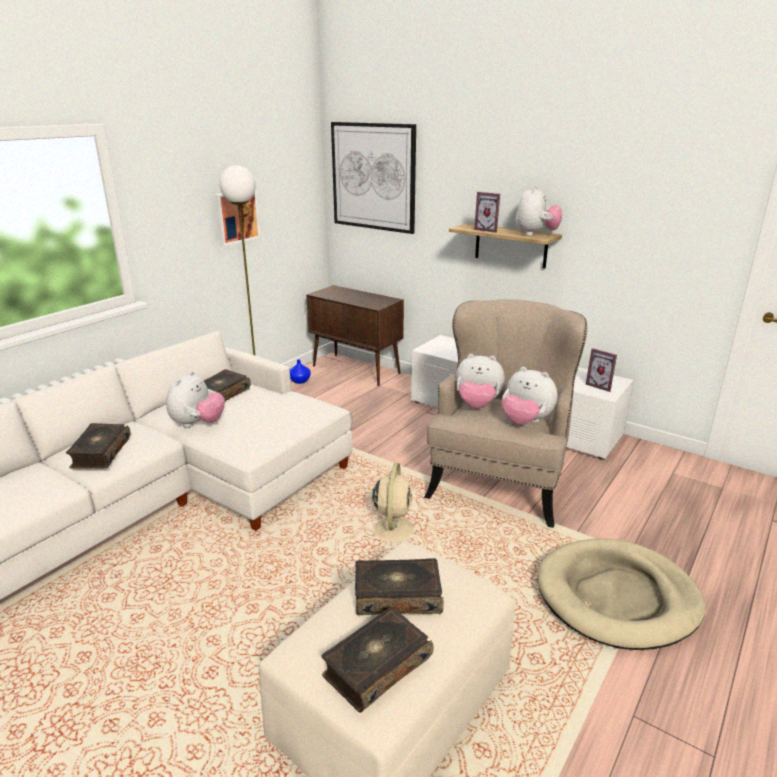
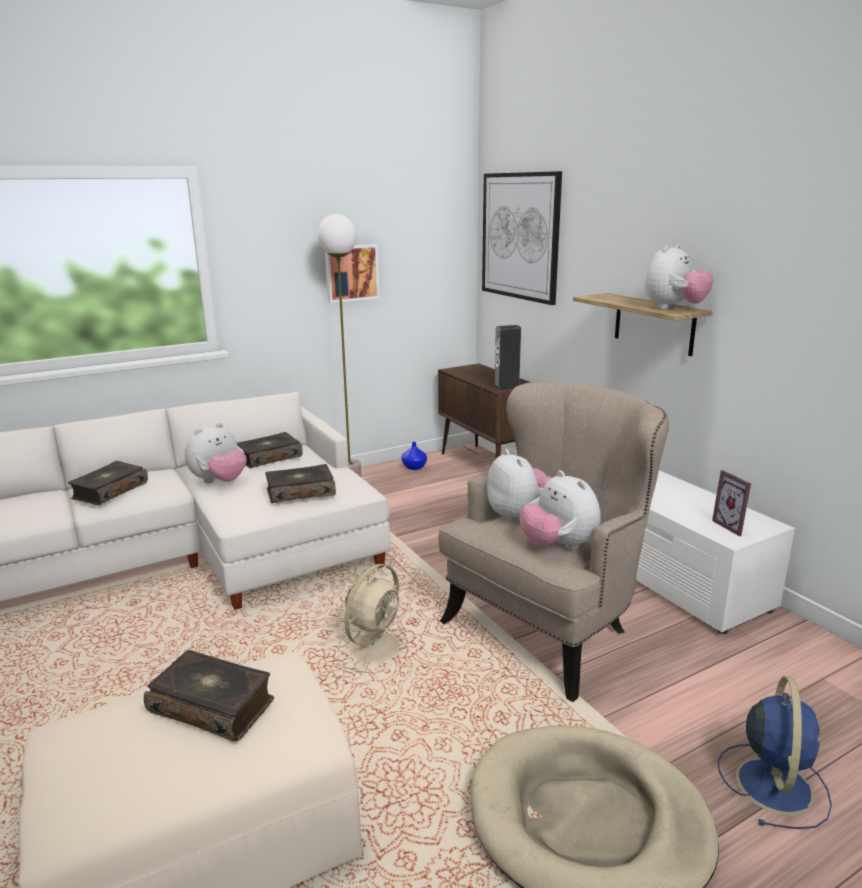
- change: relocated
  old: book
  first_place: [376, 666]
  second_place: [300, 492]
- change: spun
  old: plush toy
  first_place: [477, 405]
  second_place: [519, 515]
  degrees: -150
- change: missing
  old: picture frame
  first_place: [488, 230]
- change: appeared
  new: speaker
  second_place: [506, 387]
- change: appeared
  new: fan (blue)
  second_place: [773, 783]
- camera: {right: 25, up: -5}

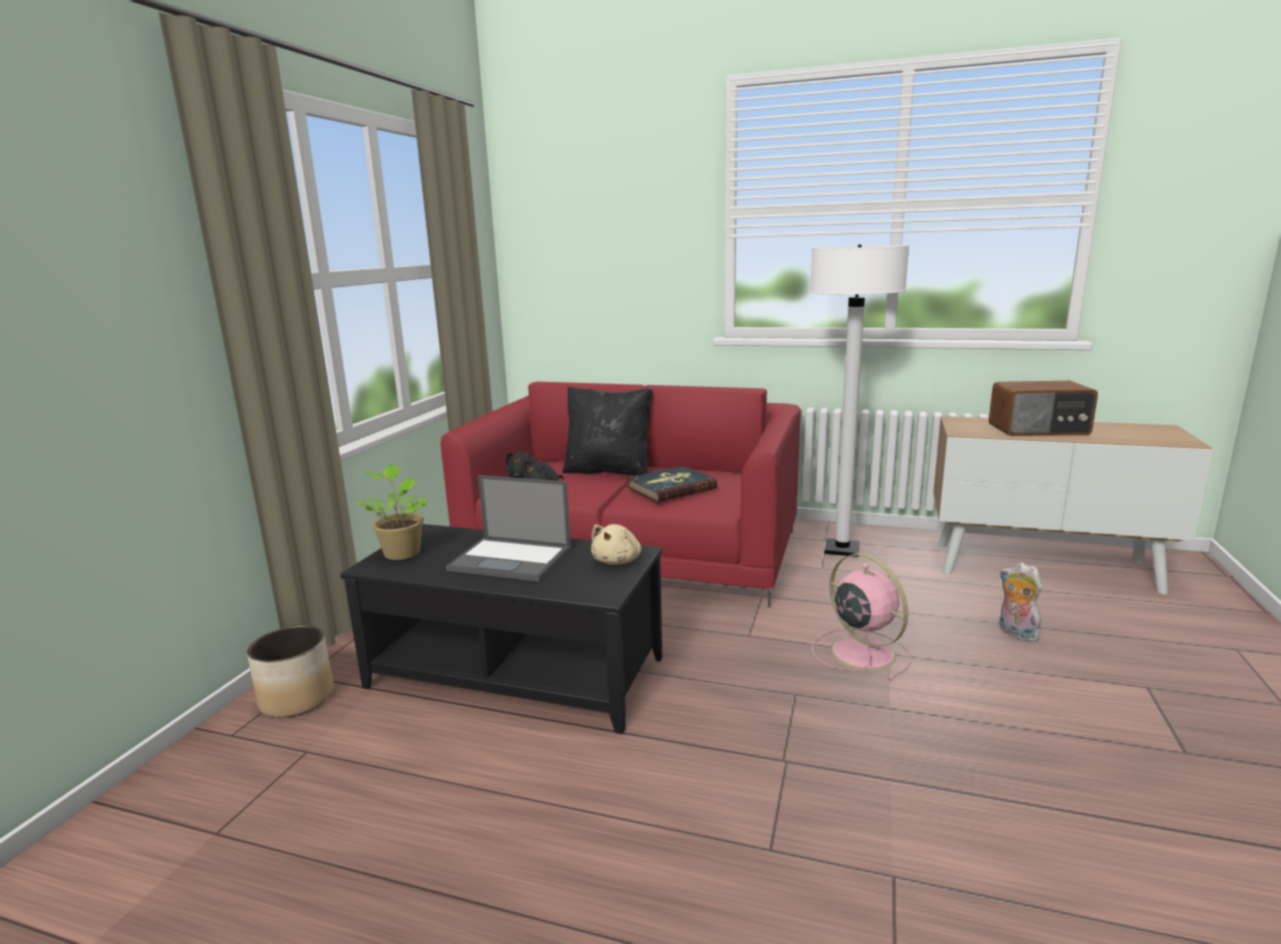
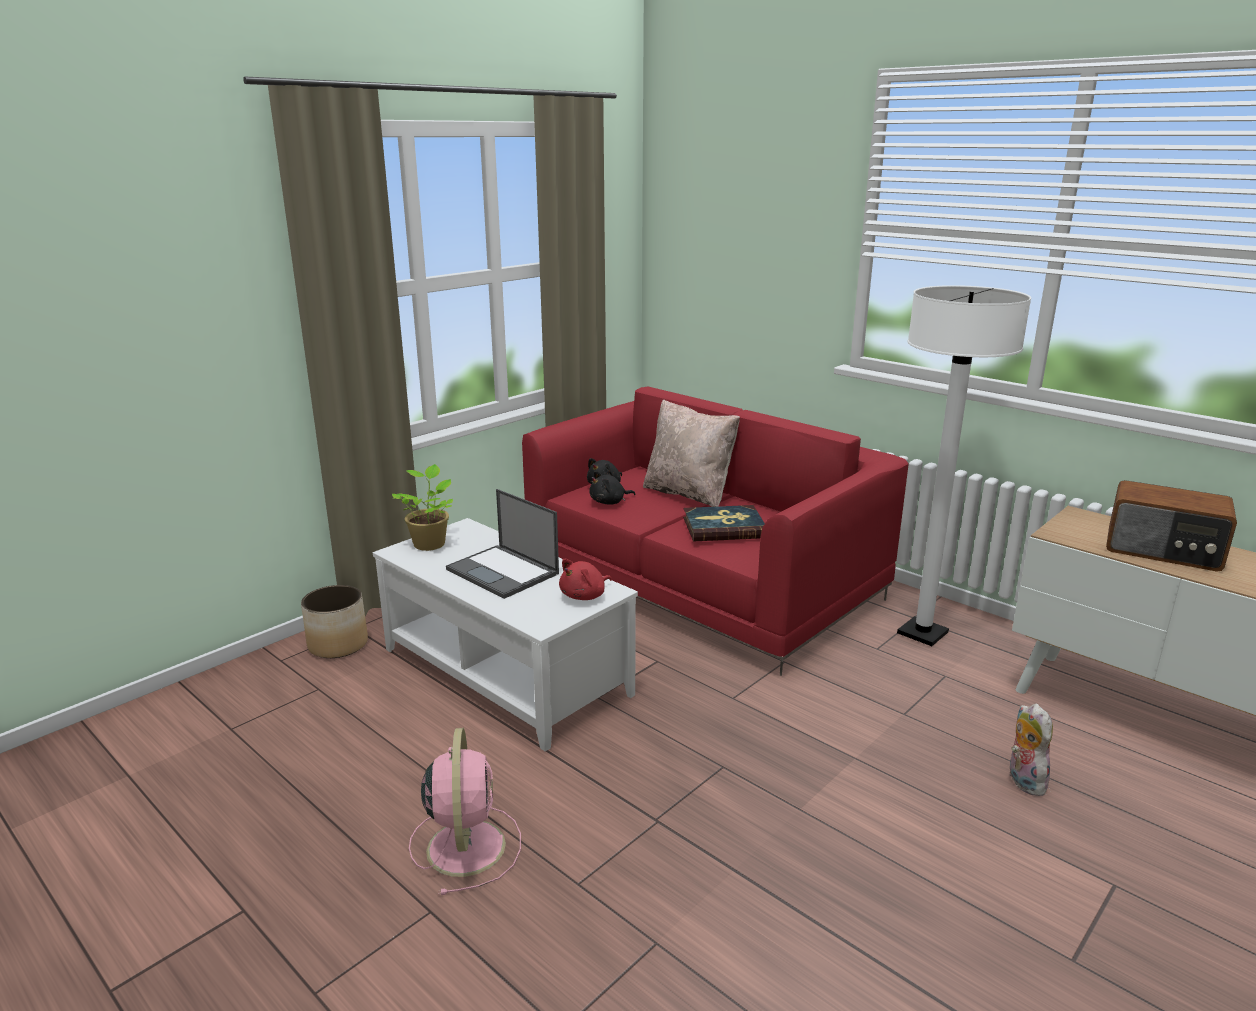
- change: colour
  old: coffee table (black)
  new: coffee table (white)
  first_place: [517, 671]
  second_place: [507, 670]
- change: colour
  old: pillow (black)
  new: pillow (beige)
  first_place: [609, 471]
  second_place: [689, 494]
- change: colour
  old: plush toy (beige)
  new: plush toy (red)
  first_place: [617, 561]
  second_place: [585, 596]
- change: relocated
  old: fan (pink)
  first_place: [860, 652]
  second_place: [466, 845]
- camera: {right: 25, up: 5}

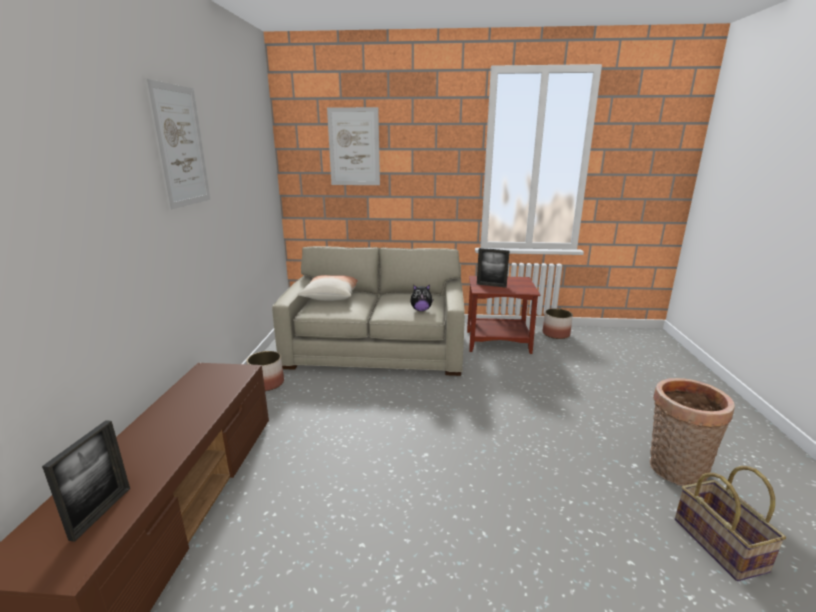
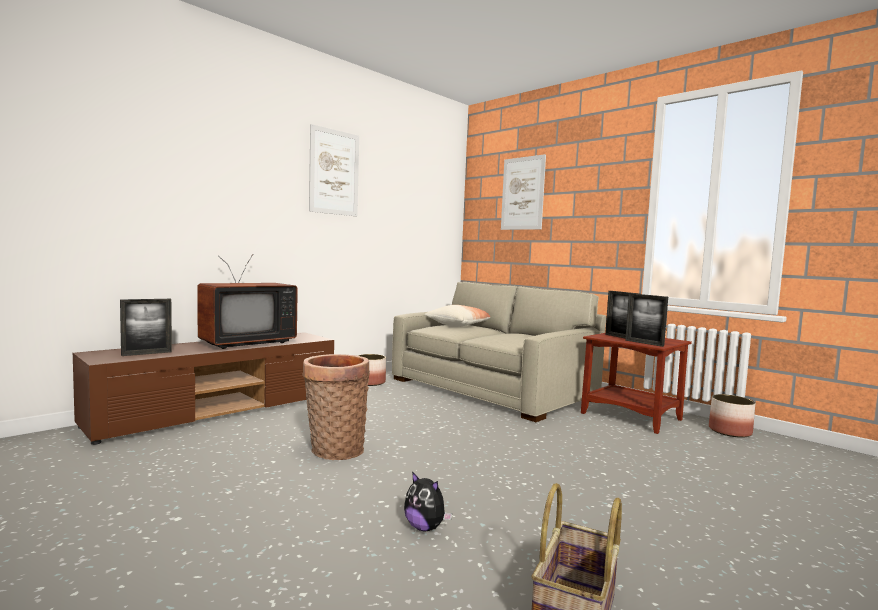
- change: relocated
  old: plush toy
  first_place: [421, 310]
  second_place: [425, 527]
- change: relocated
  old: basket
  first_place: [674, 471]
  second_place: [334, 450]
- change: appeared
  new: television
  second_place: [244, 342]
- change: appeared
  new: picture frame
  second_place: [644, 343]
- camera: {right: 40, up: -15}

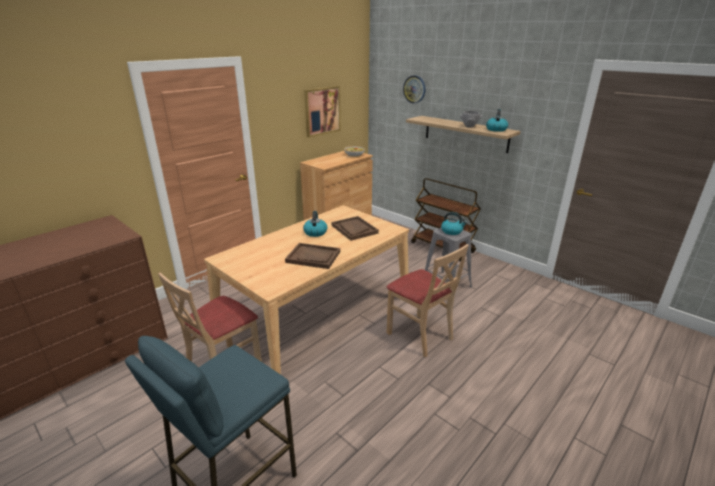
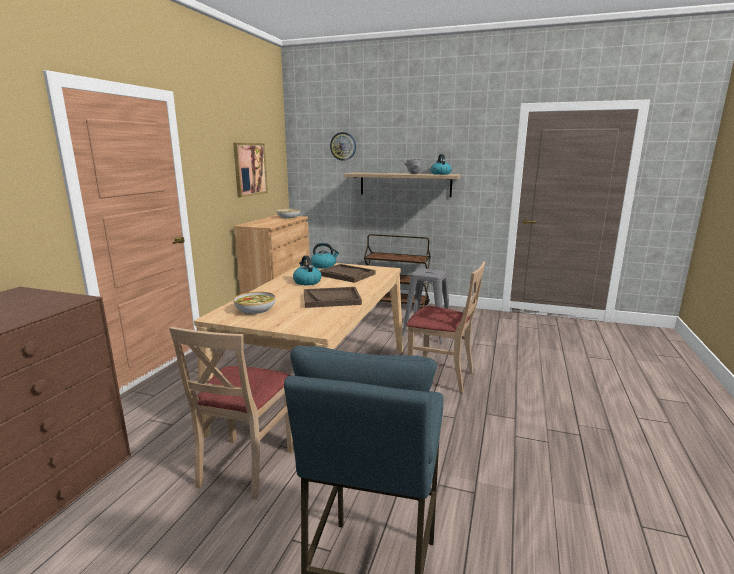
- change: relocated
  old: kettle
  first_place: [452, 231]
  second_place: [324, 266]
- change: appeared
  new: bowl
  second_place: [255, 309]
- camera: {right: -25, up: -10}

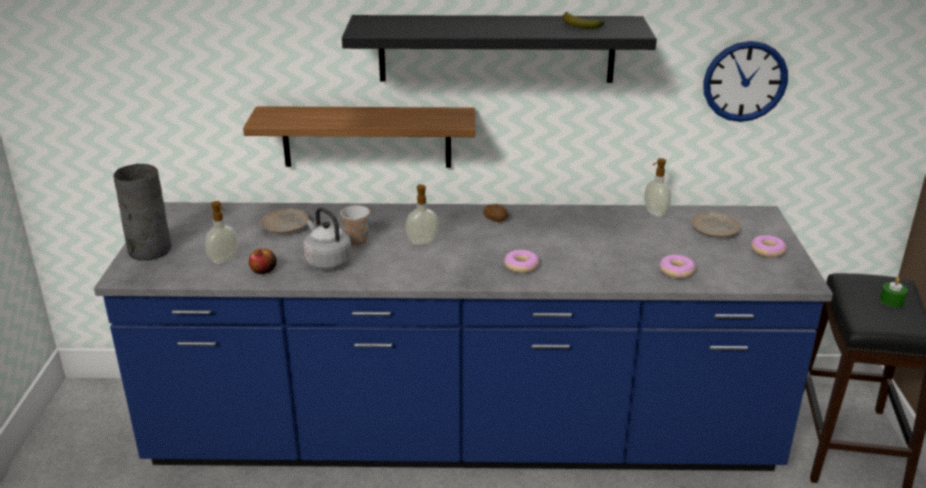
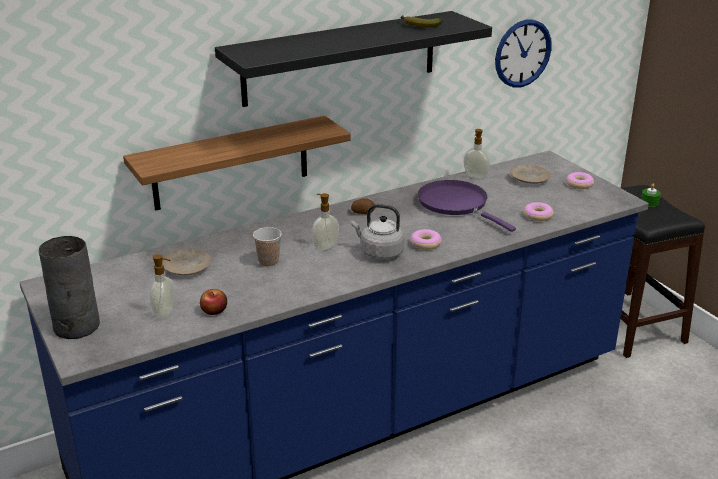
- change: relocated
  old: kettle (grey)
  first_place: [327, 261]
  second_place: [379, 253]
- change: appeared
  new: frying pan (purple)
  second_place: [456, 204]
- camera: {right: -30, up: 0}

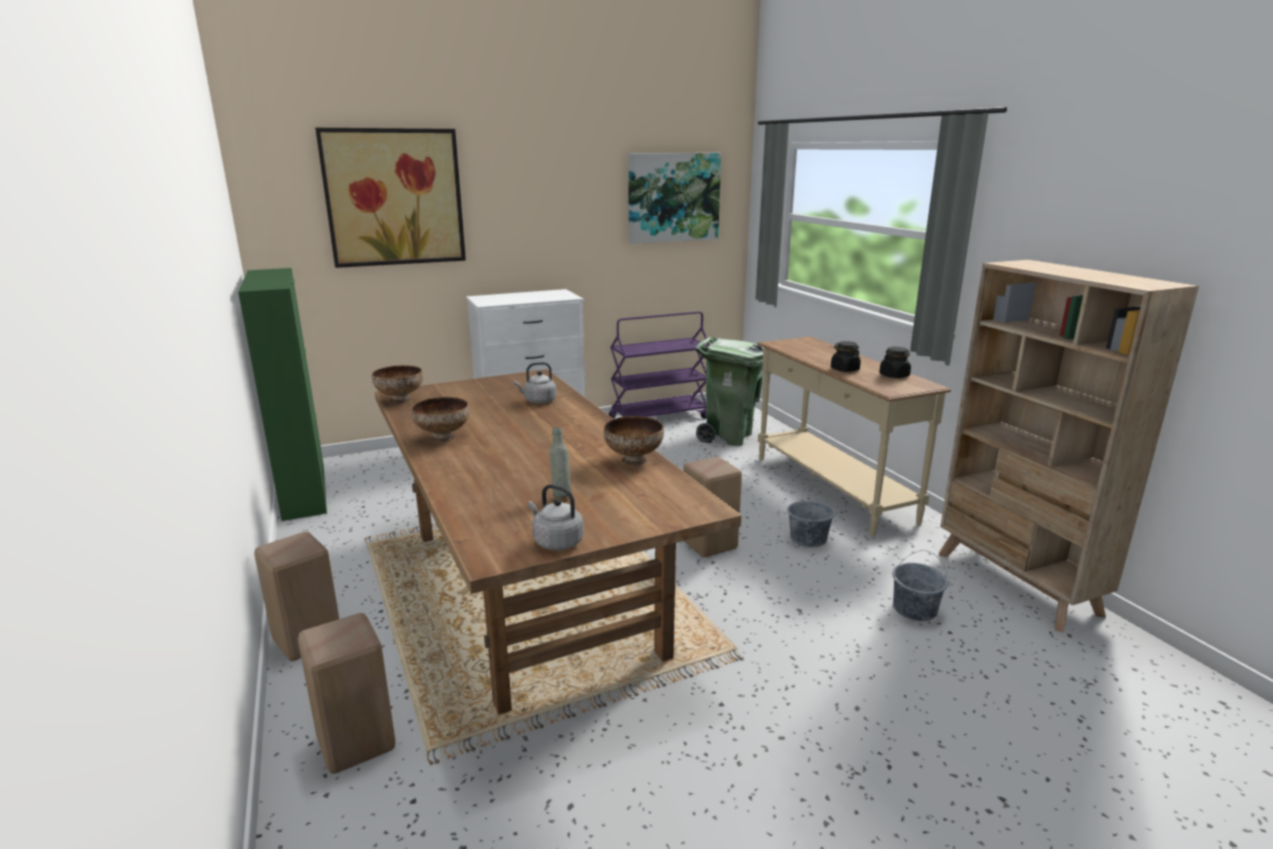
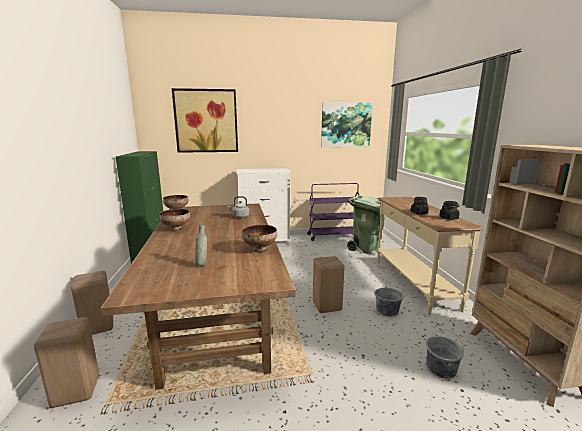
- change: missing
  old: kettle (grey)
  first_place: [556, 542]
- camera: {right: 15, up: -5}

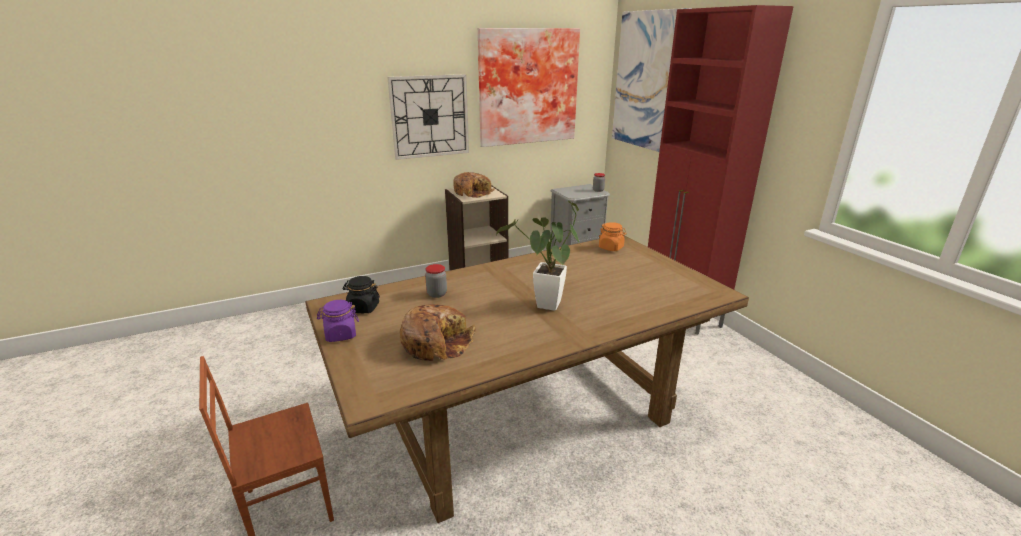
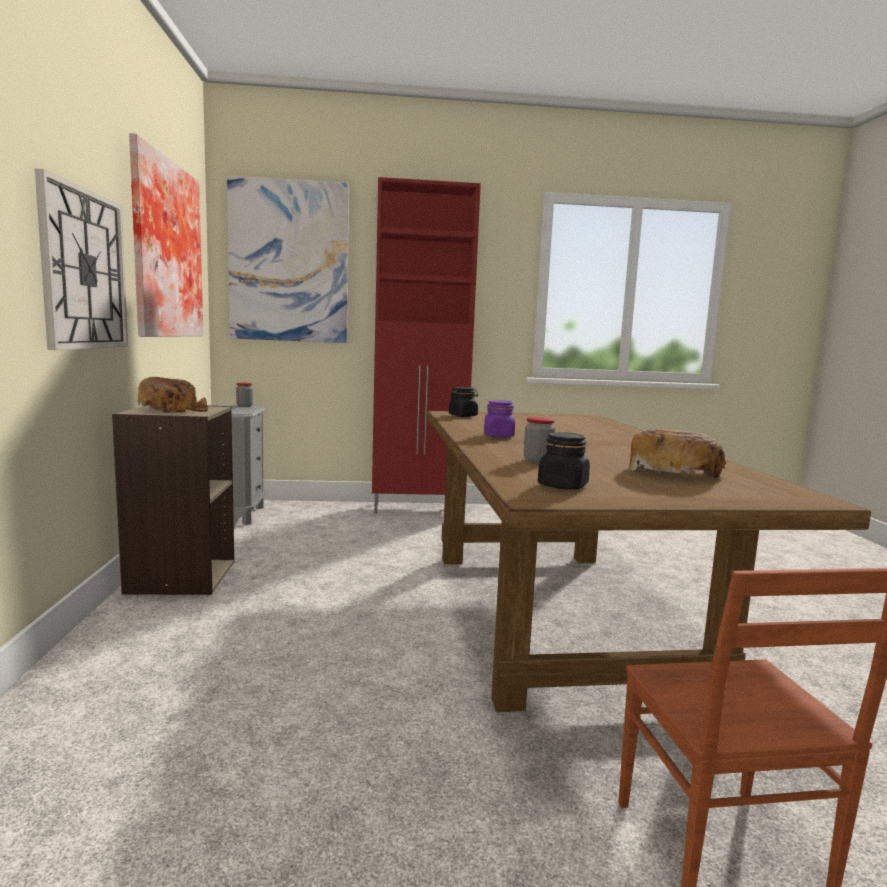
- change: relocated
  old: jar (purple)
  first_place: [340, 335]
  second_place: [498, 436]
- change: missing
  old: potted plant
  first_place: [546, 308]
- change: colour
  old: jar (orange)
  new: jar (black)
  first_place: [611, 248]
  second_place: [463, 416]
- camera: {right: -70, up: -15}

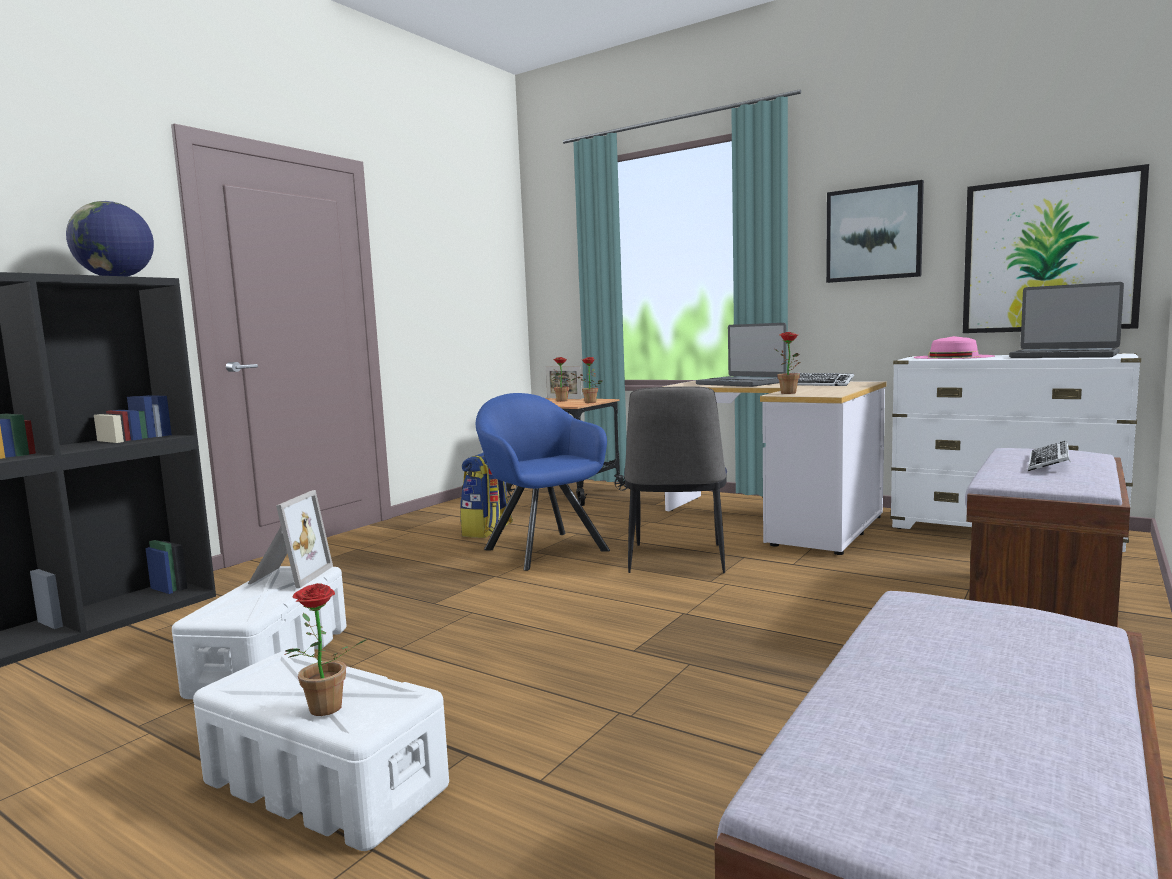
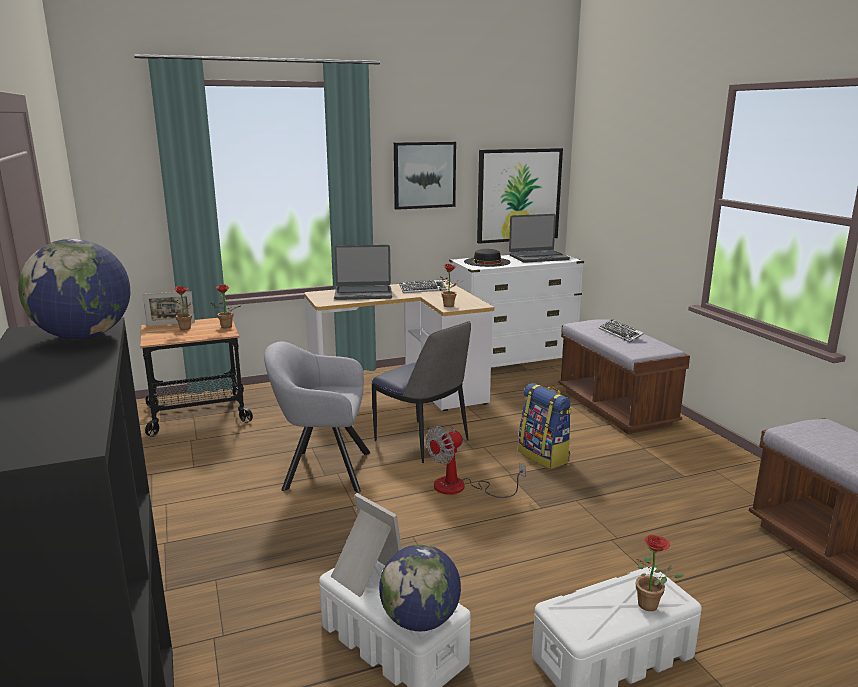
- change: relocated
  old: backpack
  first_place: [488, 531]
  second_place: [544, 456]
- change: colour
  old: armchair (blue)
  new: armchair (grey)
  first_place: [542, 548]
  second_place: [321, 470]
- change: colour
  old: hat (pink)
  new: hat (black)
  first_place: [953, 357]
  second_place: [487, 262]
- change: appeared
  new: globe
  second_place: [420, 620]
- change: appeared
  new: fan
  second_place: [461, 488]
- camera: {right: -55, up: 10}

